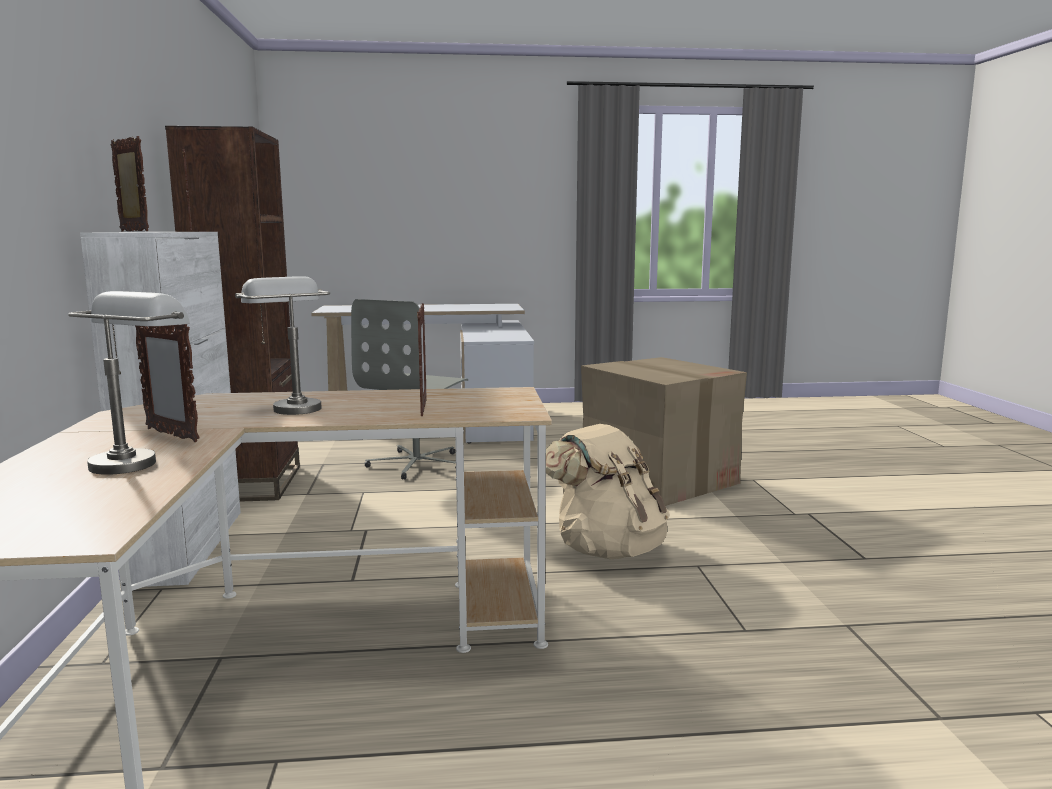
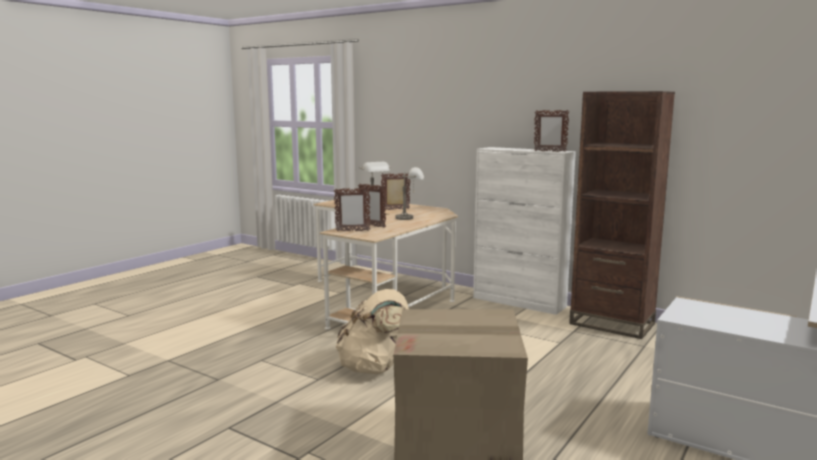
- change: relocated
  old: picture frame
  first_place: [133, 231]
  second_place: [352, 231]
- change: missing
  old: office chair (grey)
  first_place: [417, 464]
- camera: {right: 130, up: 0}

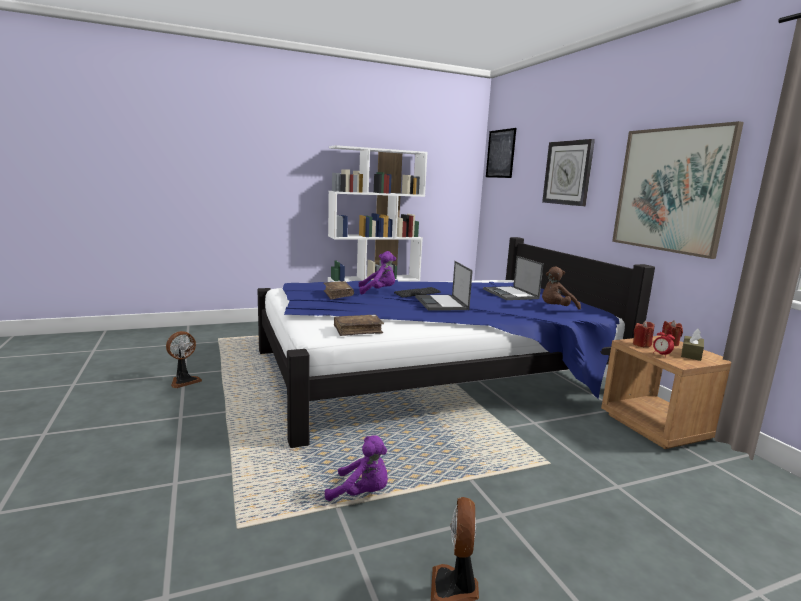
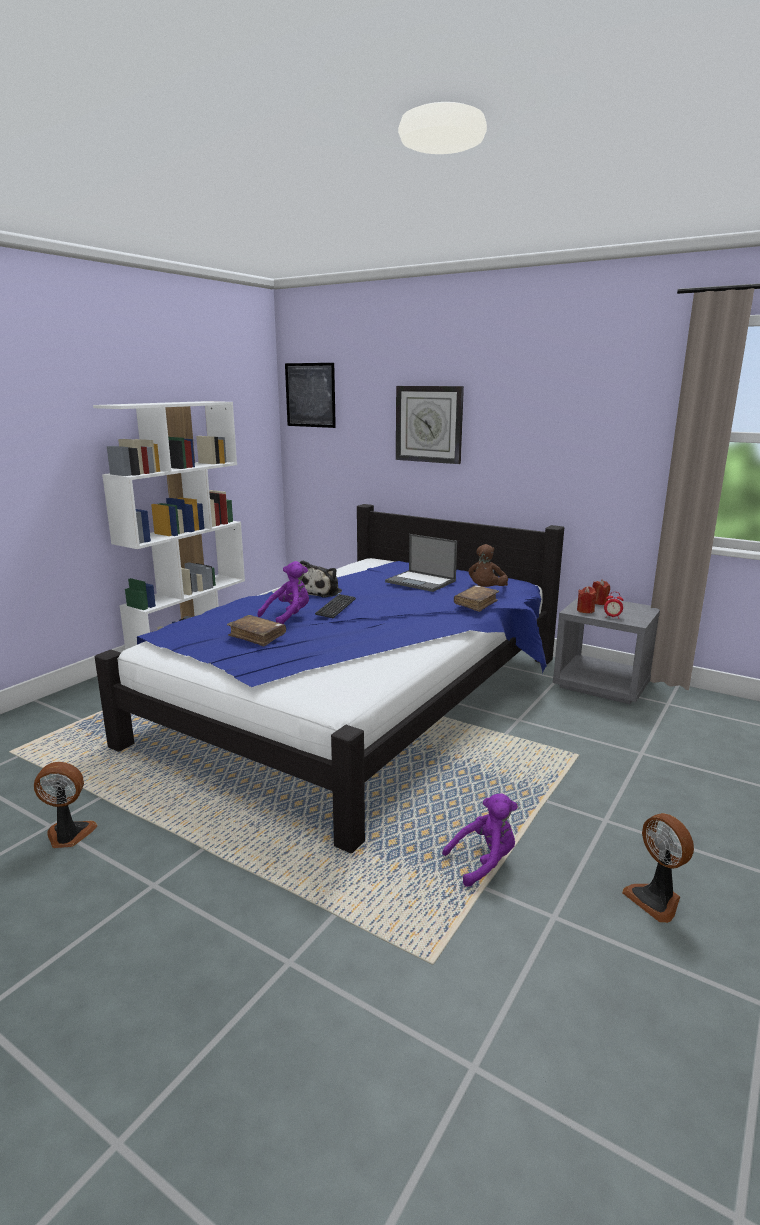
- change: spun
  old: fan
  first_place: [184, 381]
  second_place: [69, 836]
  degrees: -105
- change: relocated
  old: book (brown)
  first_place: [358, 330]
  second_place: [476, 604]
- change: missing
  old: laptop
  first_place: [441, 303]
- change: colour
  old: nightstand (brown)
  new: nightstand (grey)
  first_place: [658, 427]
  second_place: [603, 684]
- change: missing
  old: picture
  first_place: [671, 190]
- change: missing
  old: tissue box (brown)
  first_place: [691, 354]
- change: appeared
  new: plush toy
  second_place: [321, 592]
- camera: {right: -35, up: 5}

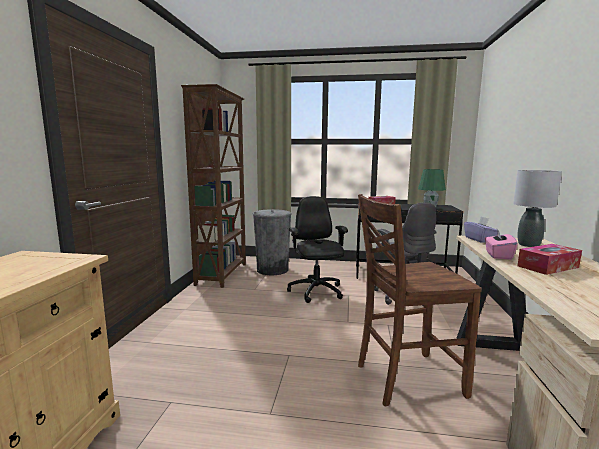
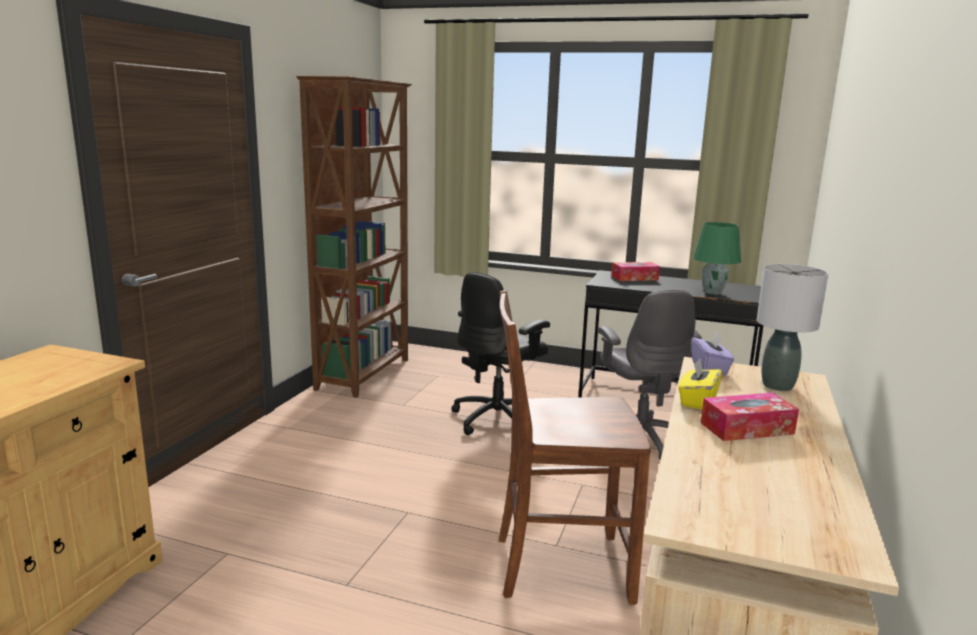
- change: missing
  old: trash can (grey)
  first_place: [272, 270]
- change: spun
  old: office chair (black)
  first_place: [316, 292]
  second_place: [498, 419]
  degrees: -135
- change: colour
  old: tissue box (pink)
  new: tissue box (yellow)
  first_place: [498, 255]
  second_place: [697, 401]
- camera: {right: 10, up: 5}

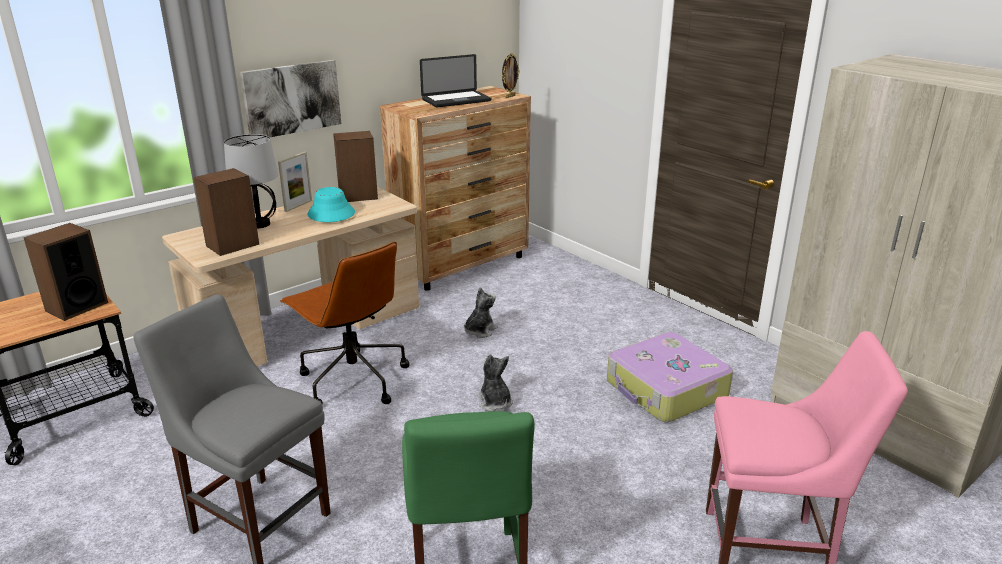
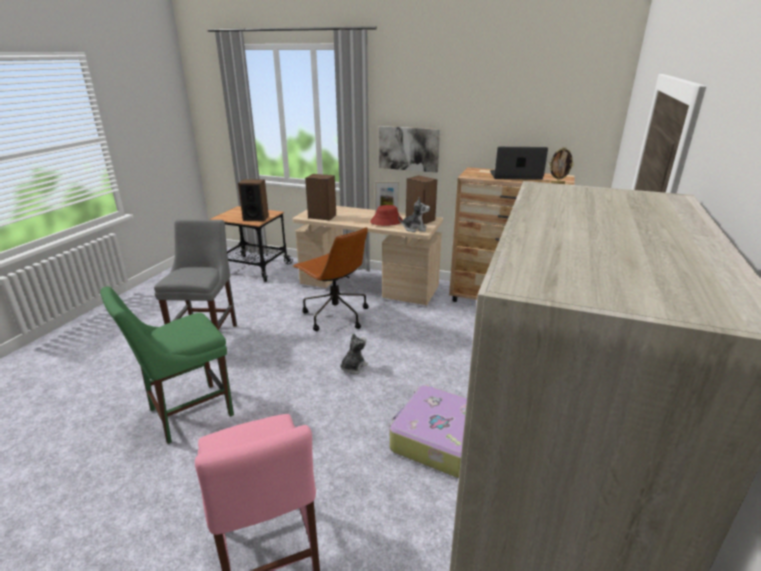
- change: missing
  old: table lamp
  first_place: [259, 224]
- change: spun
  old: office chair (brown)
  first_place: [352, 380]
  second_place: [335, 315]
  degrees: -60
- change: colour
  old: hat (turquoise)
  new: hat (red)
  first_place: [331, 214]
  second_place: [386, 221]
- change: spun
  old: laptop
  first_place: [456, 100]
  second_place: [515, 176]
  degrees: 150
- change: relocated
  old: plush toy
  first_place: [479, 331]
  second_place: [414, 229]
- camera: {right: 60, up: 0}

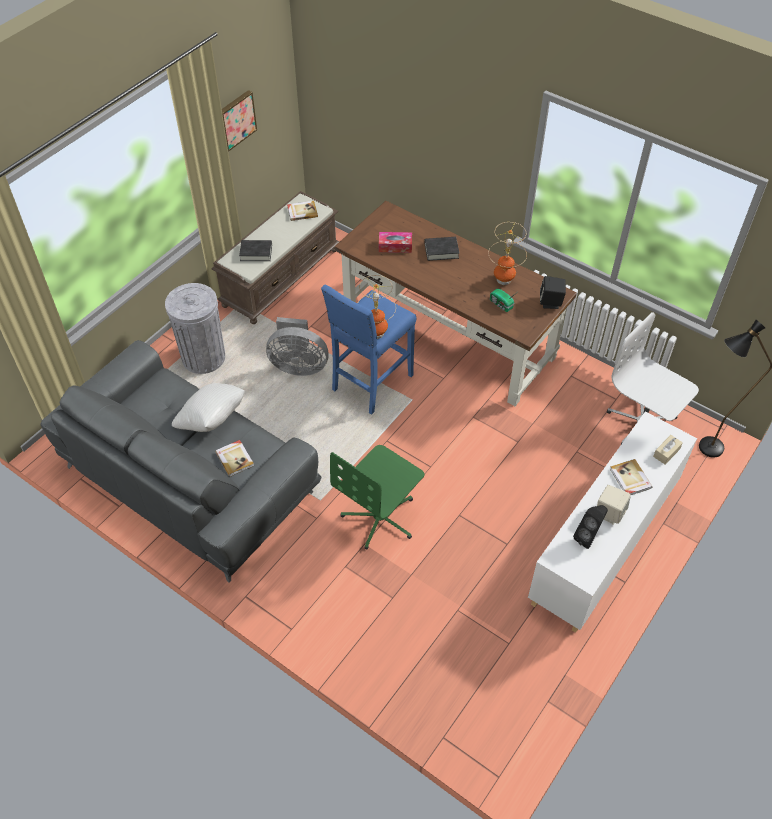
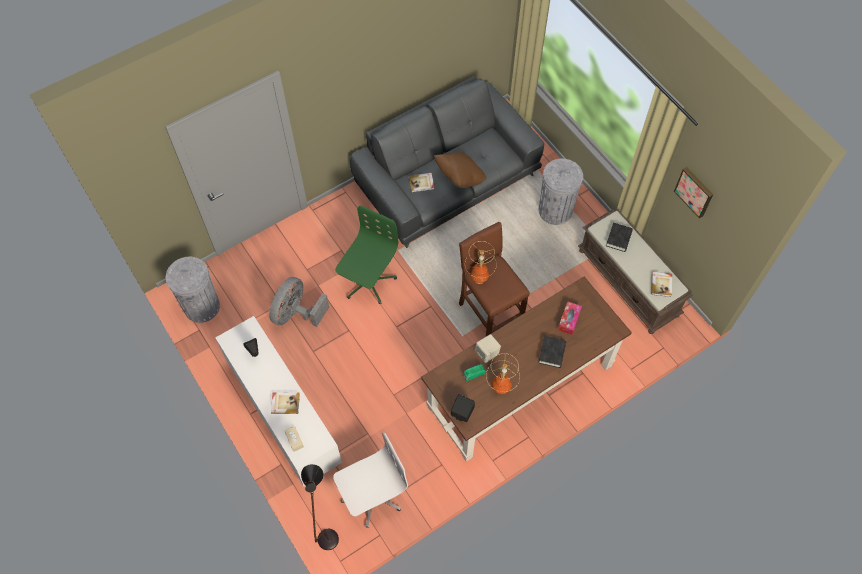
- change: colour
  old: pillow (white)
  new: pillow (brown)
  first_place: [212, 421]
  second_place: [459, 178]
- change: relocated
  old: fan (grey)
  first_place: [298, 365]
  second_place: [296, 313]
- change: colour
  old: stool (blue)
  new: stool (brown)
  first_place: [371, 383]
  second_place: [489, 313]
- change: spun
  old: office chair (green)
  first_place: [380, 517]
  second_place: [368, 281]
  degrees: 60
- change: relocated
  old: speaker (beige)
  first_place: [609, 513]
  second_place: [487, 353]
- change: appeared
  new: trash can (grey)
  second_place: [201, 306]
- camera: {right: 110, up: 10}

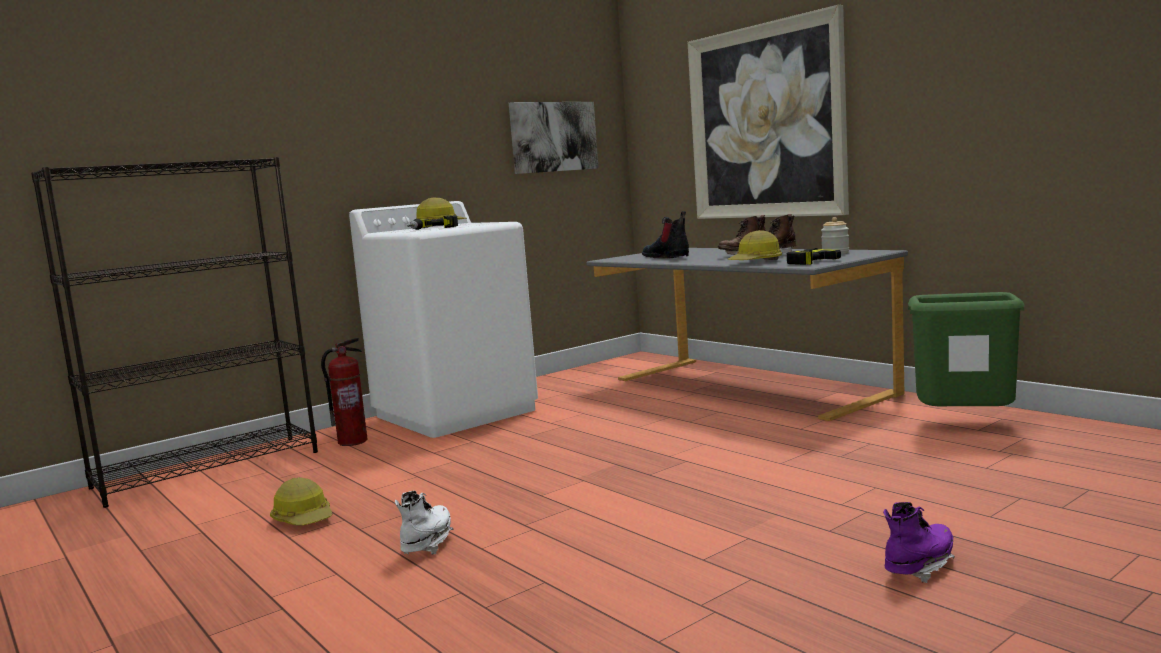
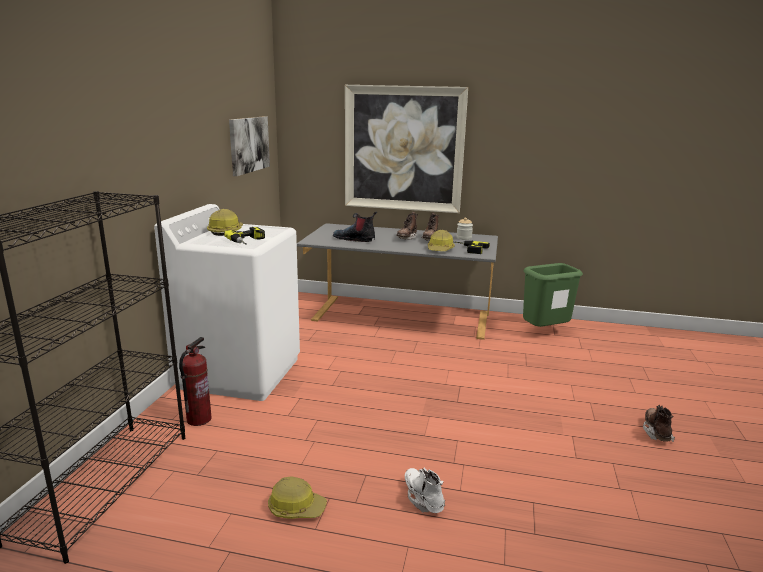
- change: colour
  old: boot (purple)
  new: boot (brown)
  first_place: [919, 567]
  second_place: [656, 432]
- camera: {right: -40, up: 10}

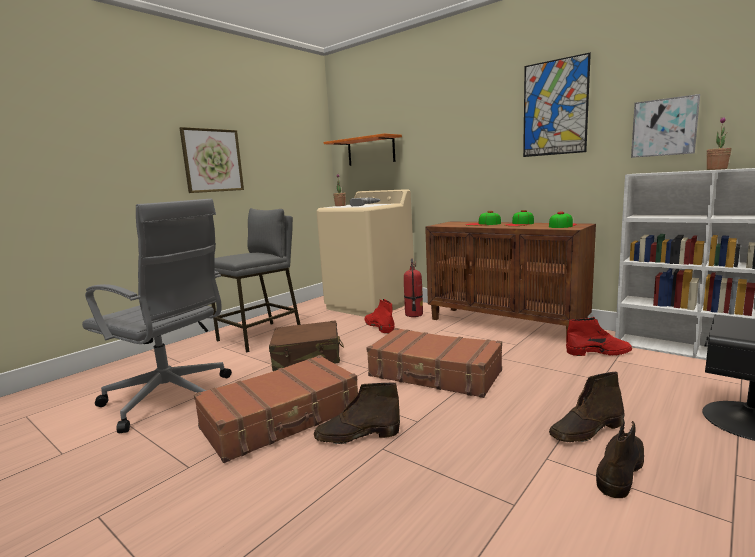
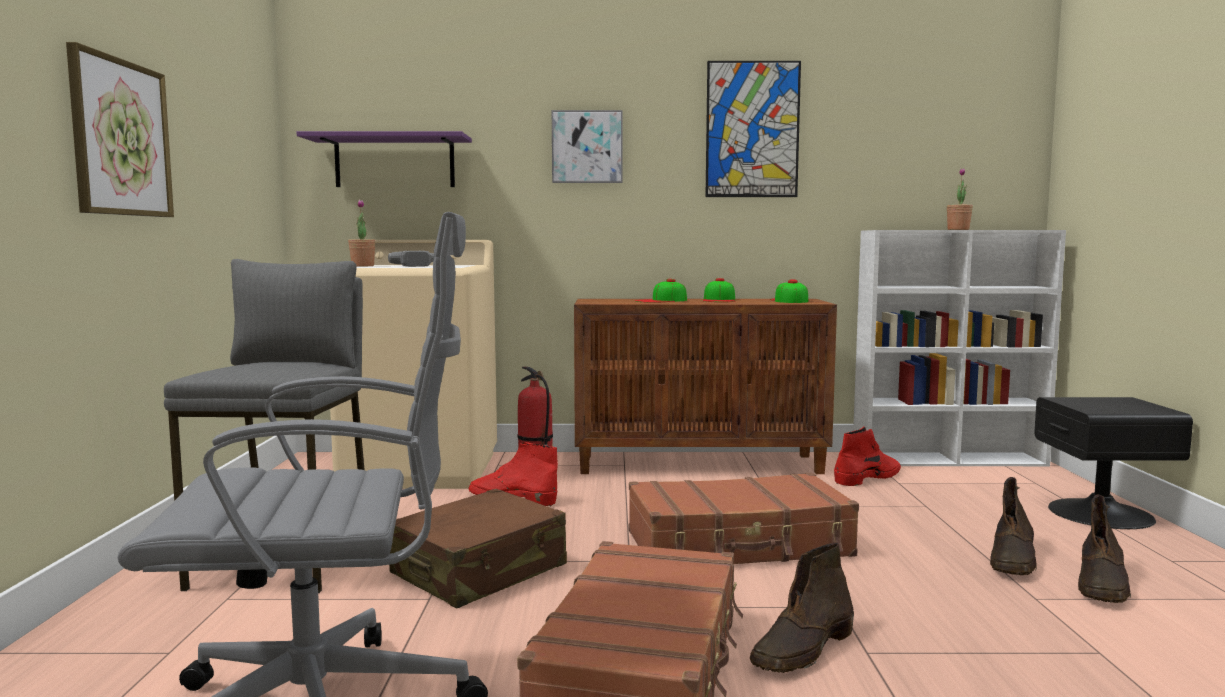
- change: colour
  old: shelf (orange)
  new: shelf (purple)
  first_place: [371, 151]
  second_place: [394, 162]
- change: spun
  old: boot (brown)
  first_place: [620, 468]
  second_place: [1102, 585]
  degrees: -150
- change: relocated
  old: picture
  first_place: [664, 127]
  second_place: [587, 147]
- camera: {right: -40, up: -5}

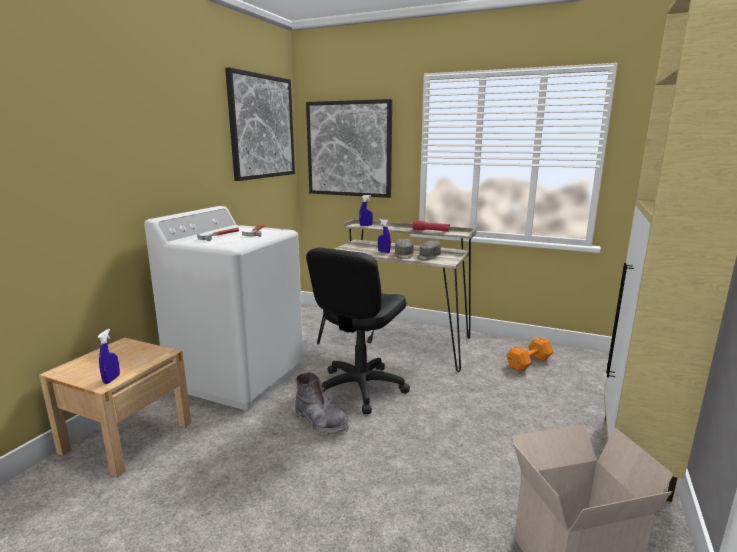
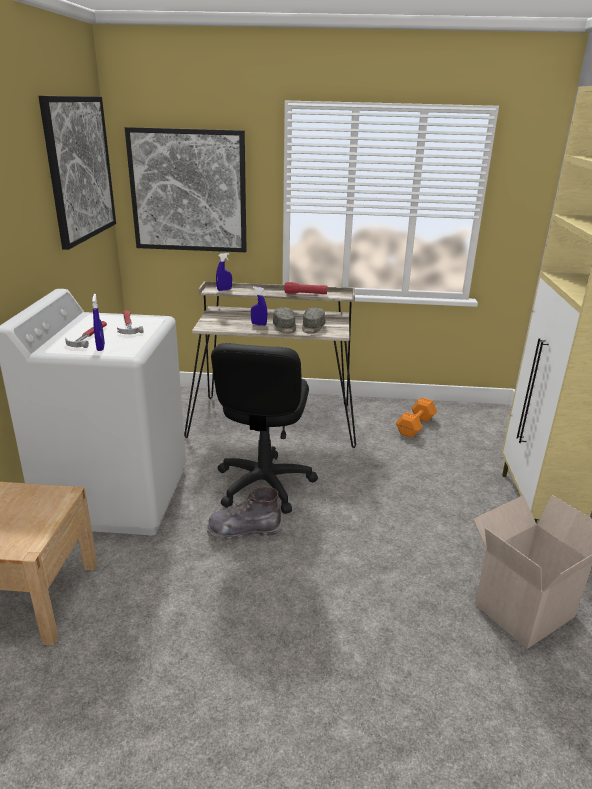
- change: relocated
  old: spray bottle (blue)
  first_place: [111, 379]
  second_place: [100, 347]
- change: spun
  old: boot (grey)
  first_place: [321, 421]
  second_place: [244, 531]
  degrees: 150
- camera: {right: -20, up: 10}

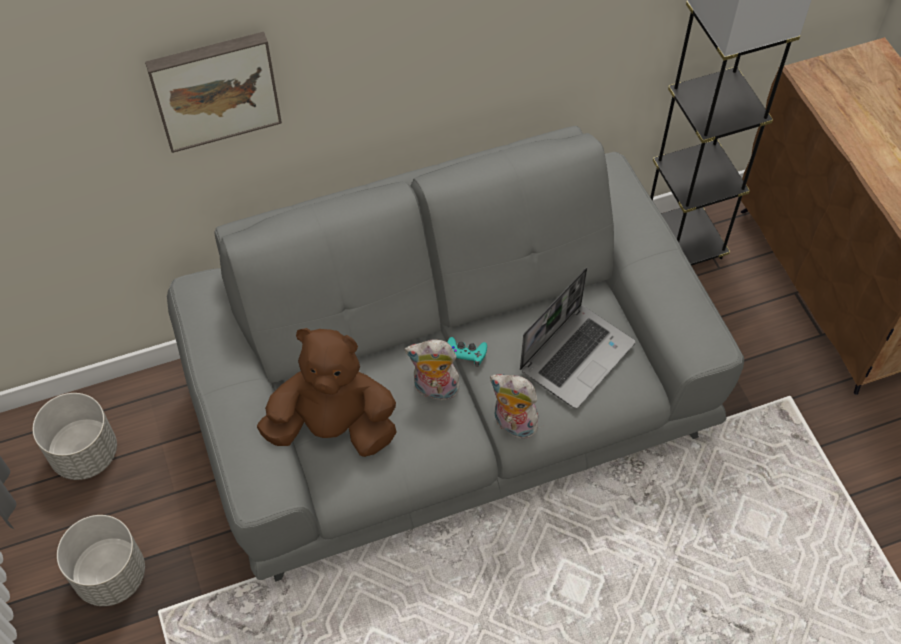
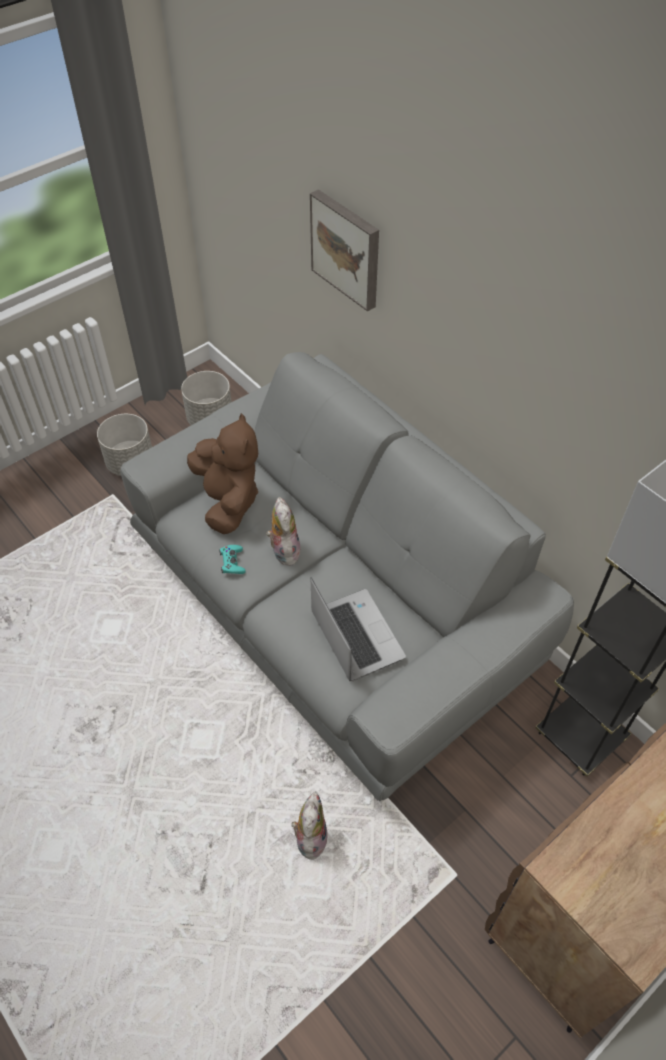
- change: relocated
  old: game controller (turquoise)
  first_place: [466, 353]
  second_place: [232, 562]
- change: relocated
  old: plush toy
  first_place: [512, 425]
  second_place: [310, 837]
- change: spun
  old: laptop
  first_place: [576, 355]
  second_place: [355, 635]
  degrees: -135
- camera: {right: 70, up: -5}

